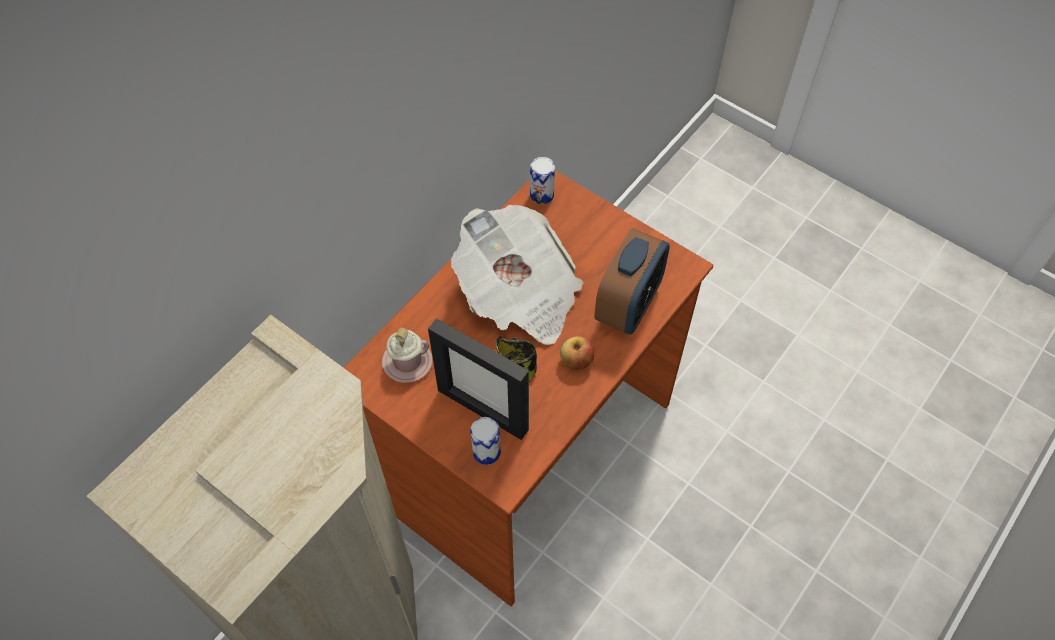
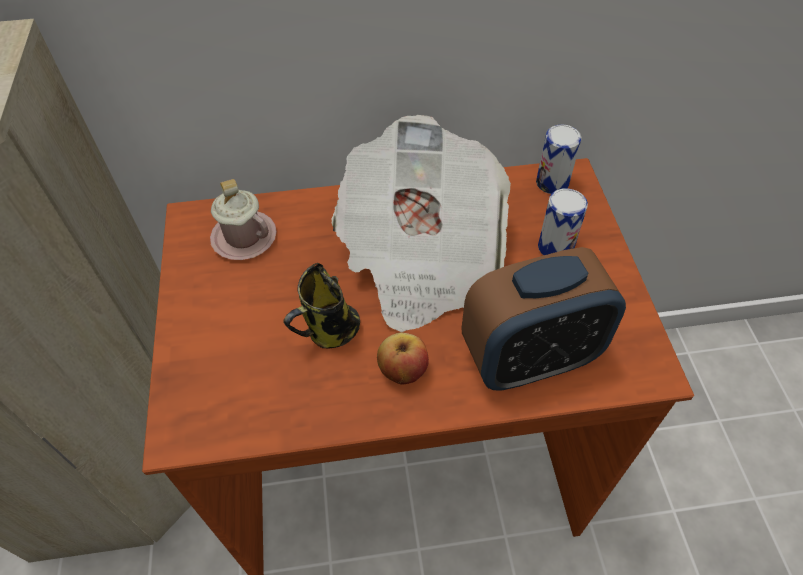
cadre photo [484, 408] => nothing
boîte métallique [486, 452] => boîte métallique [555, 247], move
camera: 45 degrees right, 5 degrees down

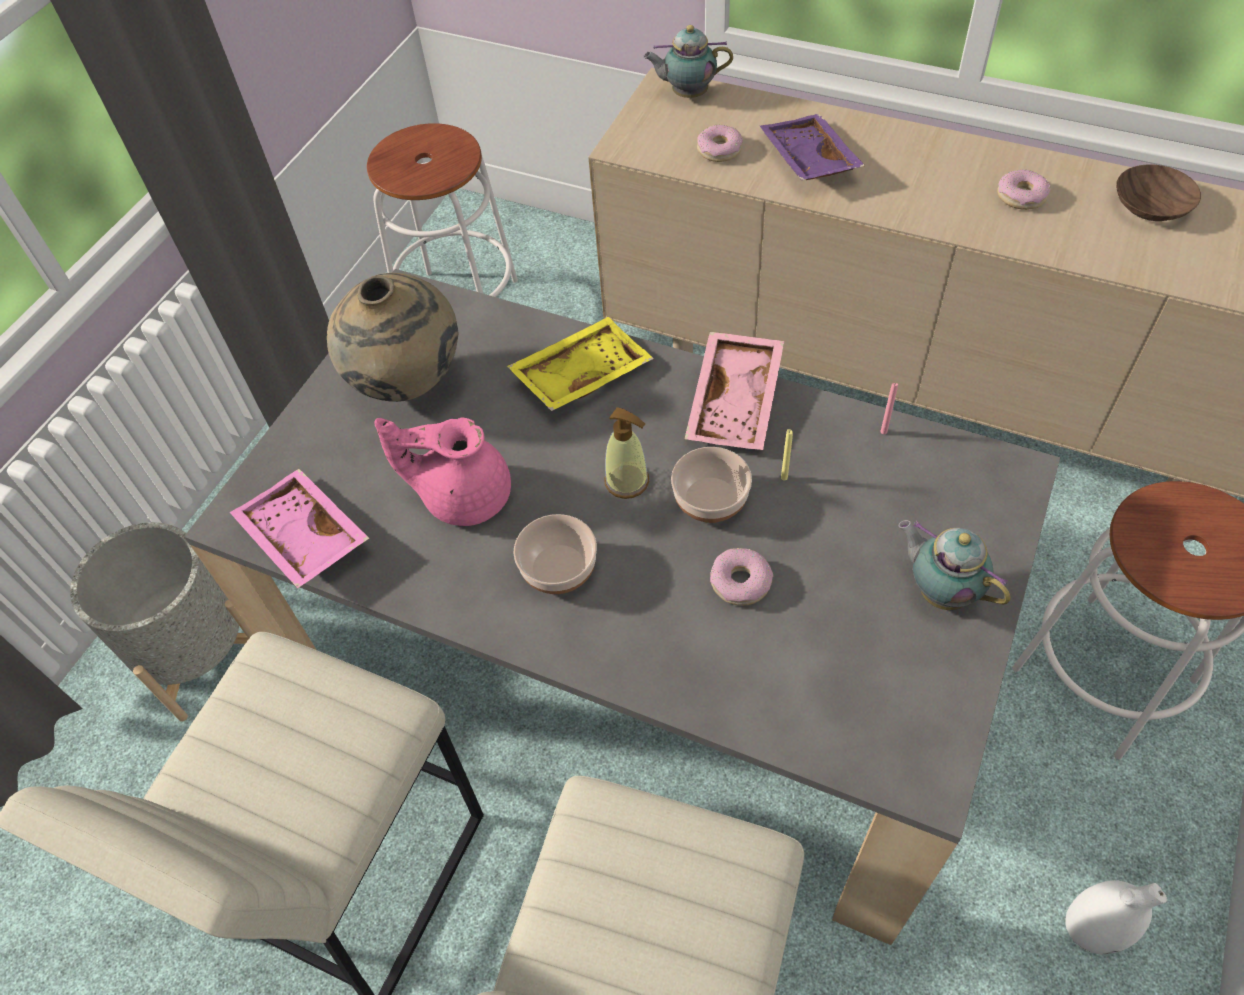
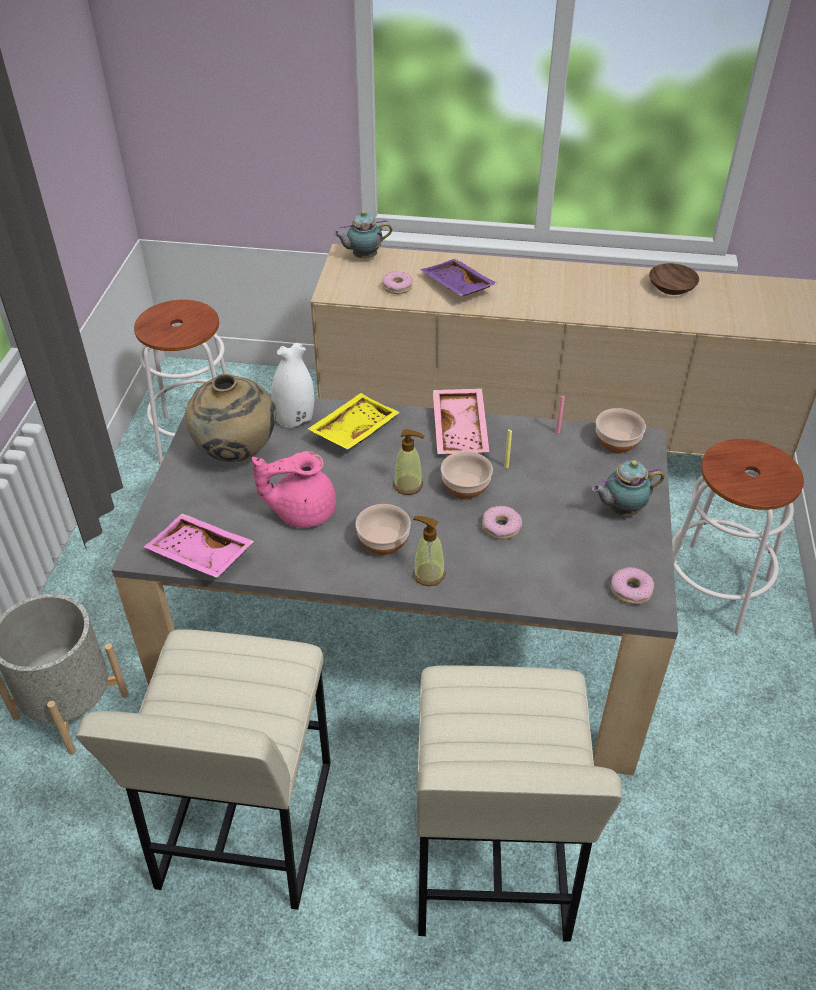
beignet [1021, 196] => beignet [631, 590], move
théière [940, 590] => théière [621, 510], 45 degrees counterclockwise
vase [blanc] [1094, 928] => vase [blanc] [295, 418], move
nothing => bol [616, 442]
nothing => distributeur de savon [428, 574]
camera: 20 degrees left, 10 degrees down

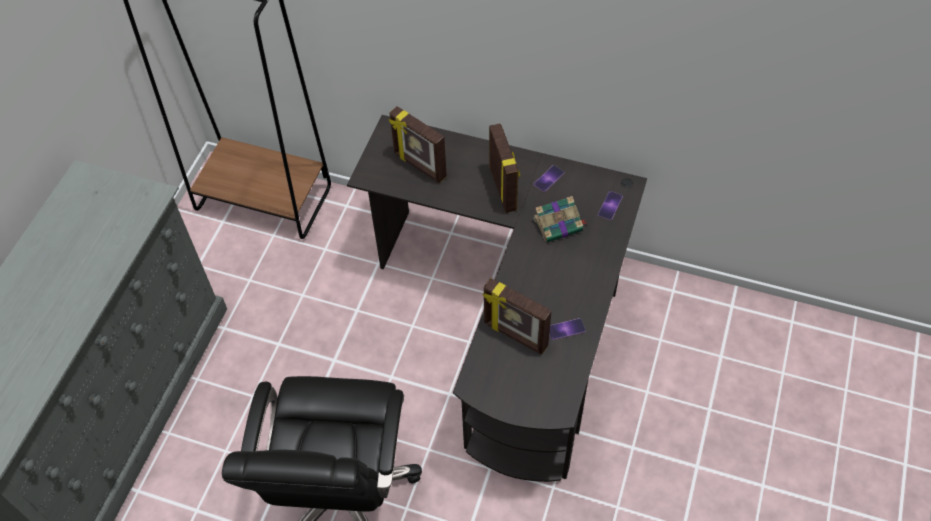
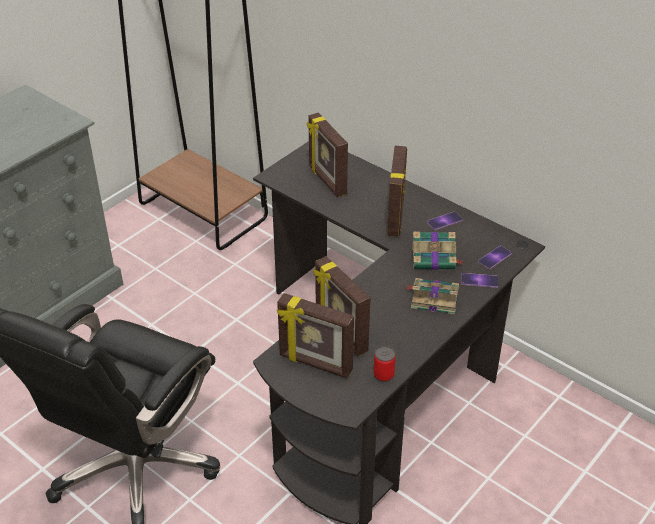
téléphone [566, 329] => téléphone [479, 280], move
nothing => livre [433, 298]
nothing => cadre photo [315, 364]
nothing => boîte métallique [383, 374]
camera: 20 degrees right, 15 degrees down

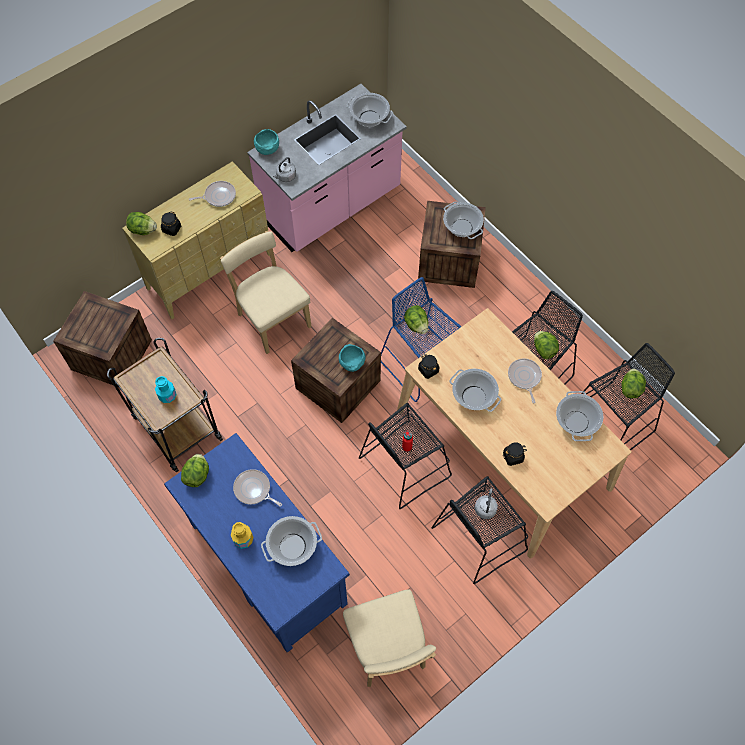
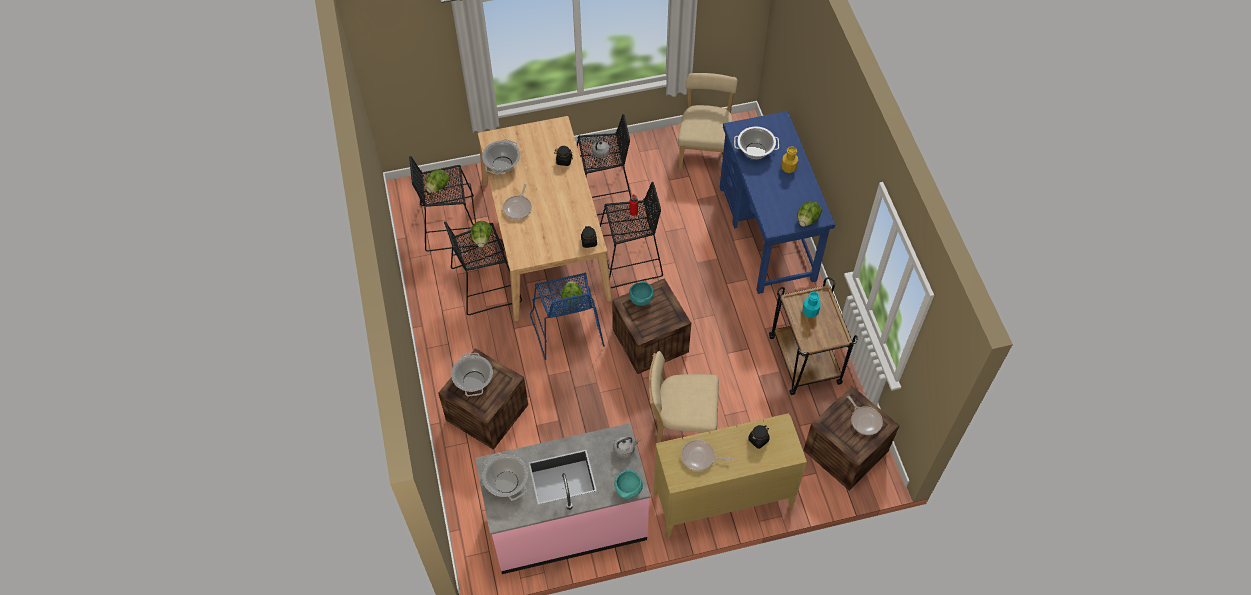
laitue [143, 230] => nothing
chaise [beige] [272, 318] => chaise [beige] [681, 424], 105 degrees clockwise
marmite [473, 397] => nothing
poêle [254, 490] => poêle [865, 420], move
camera: 155 degrees left, 5 degrees down

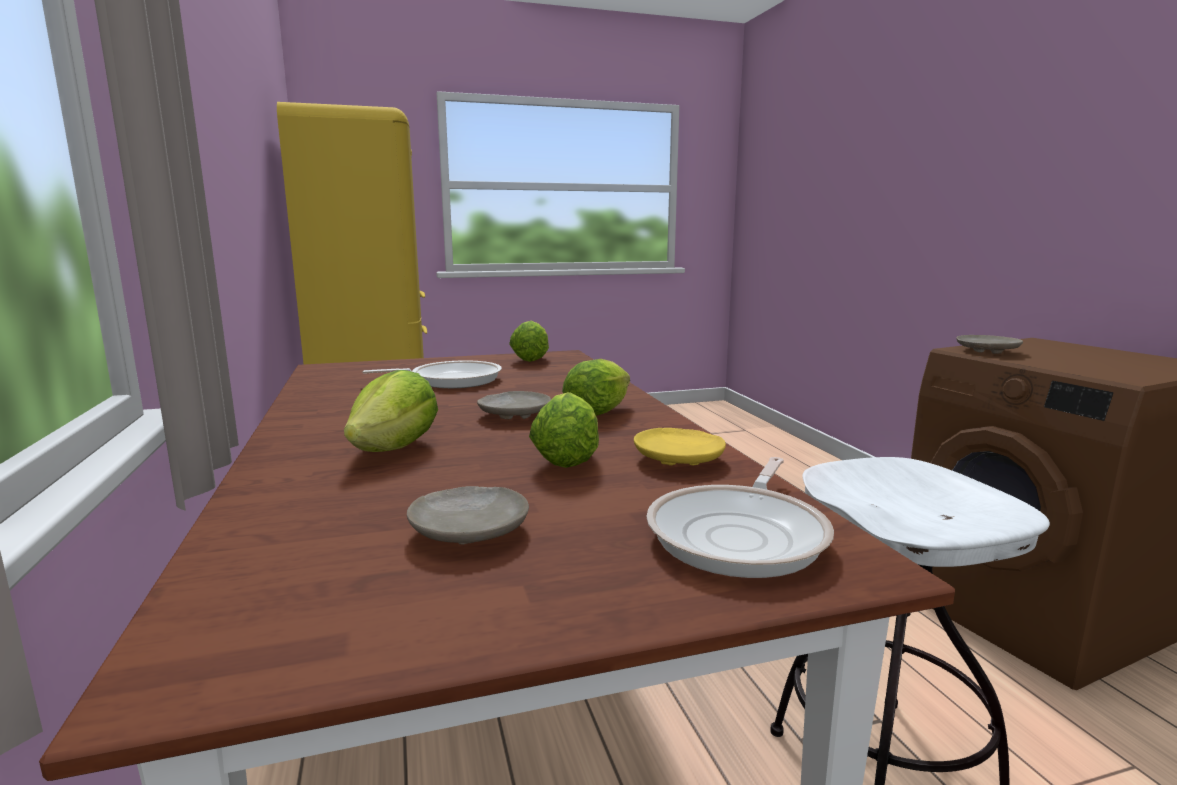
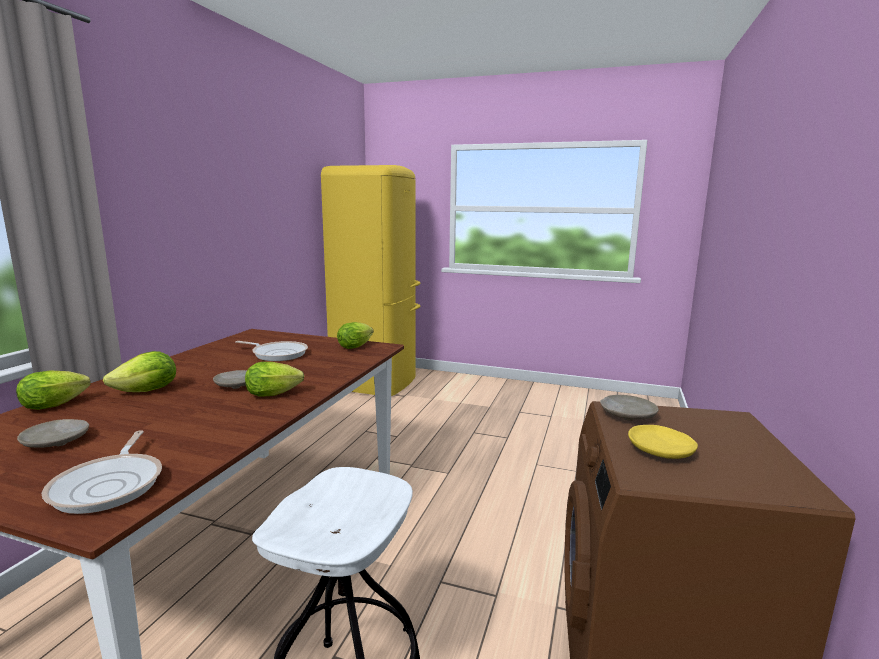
laitue [567, 457] => laitue [58, 404], move
assiette [jaune] [679, 459] => assiette [jaune] [661, 451], move
poêle [741, 535] => poêle [111, 485], 75 degrees counterclockwise
camera: 35 degrees right, 0 degrees up

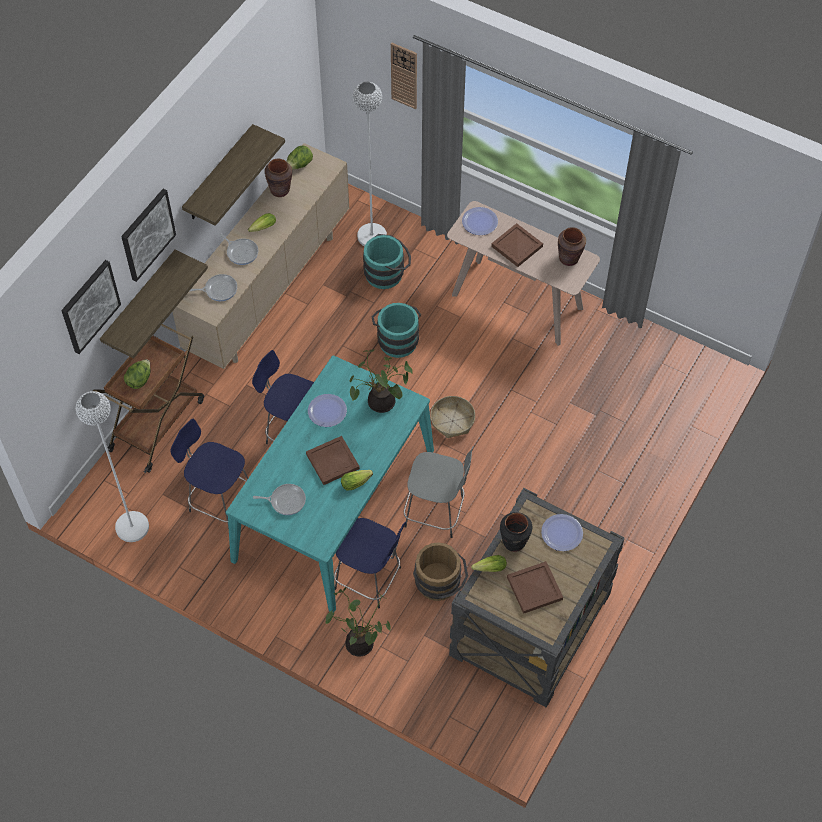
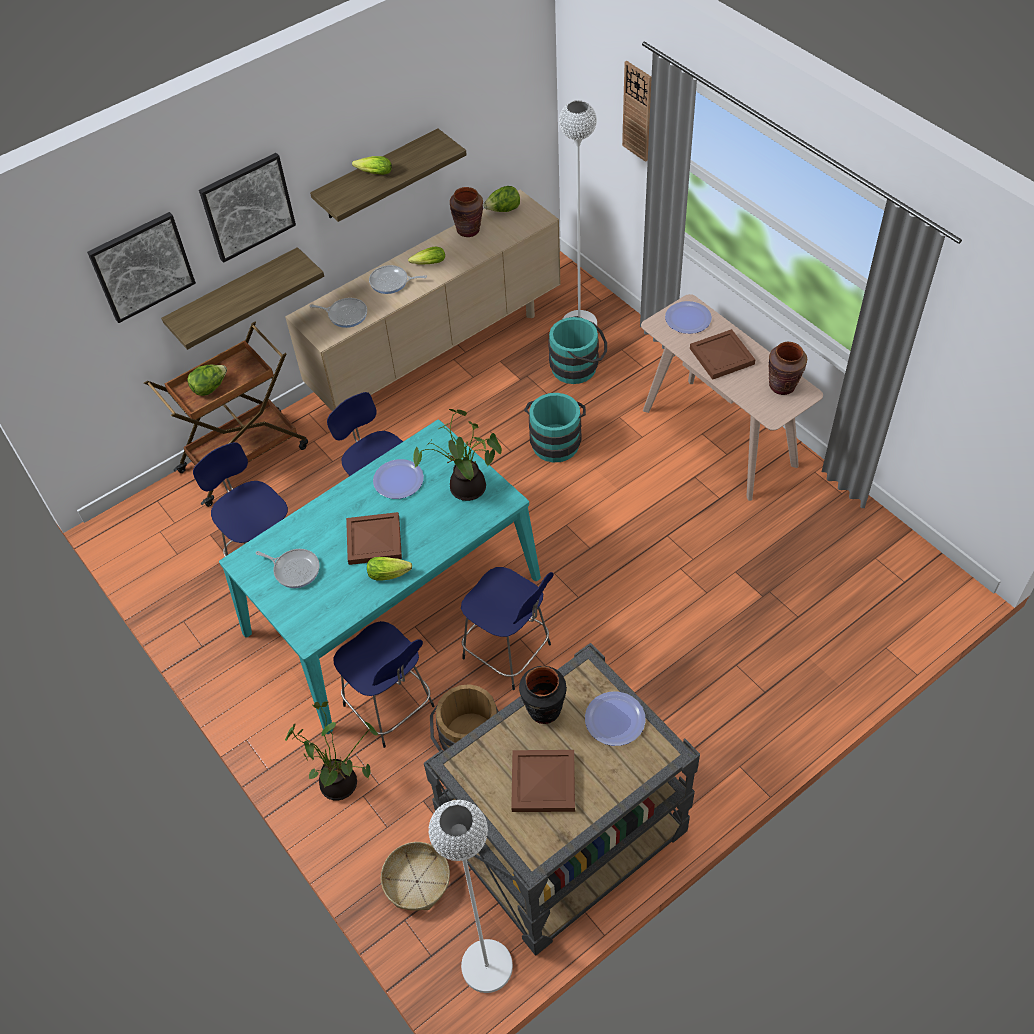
poêle [241, 252] => poêle [391, 282], 120 degrees clockwise
lampadaire [blanc] [132, 527] => lampadaire [blanc] [487, 967], move
panier [452, 421] => panier [417, 882], move
tabouret [gris] [436, 512] => tabouret [bleu] [509, 653]
laitue [488, 568] => laitue [372, 173], move
camera: 25 degrees right, 5 degrees down

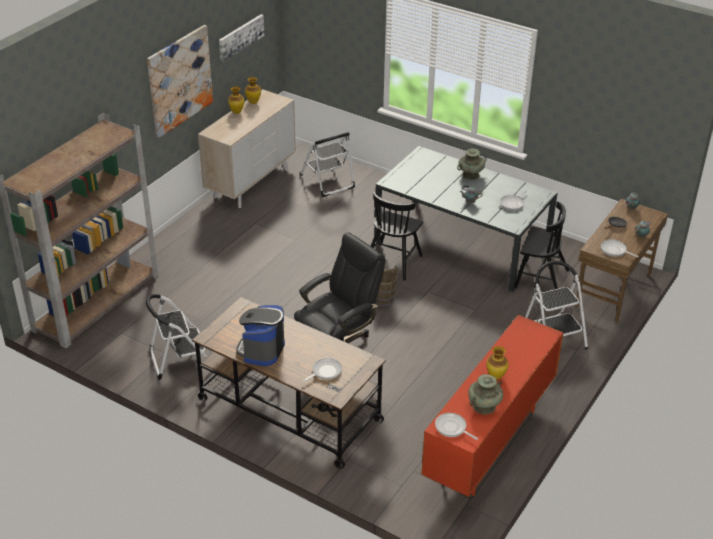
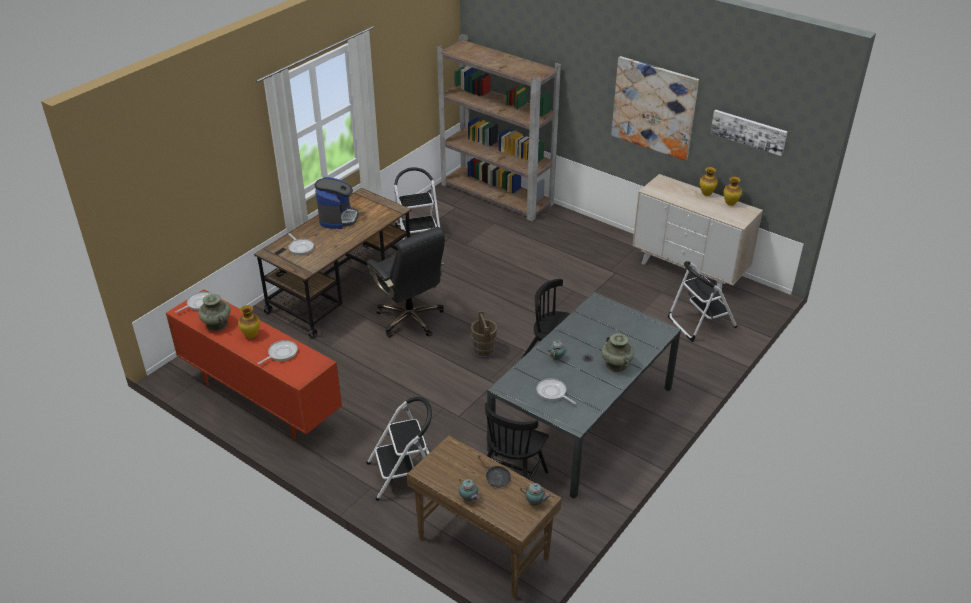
poêle [614, 250] => poêle [281, 353], move
machine à café [261, 350] => machine à café [338, 218], 75 degrees clockwise
camera: 95 degrees right, 0 degrees up

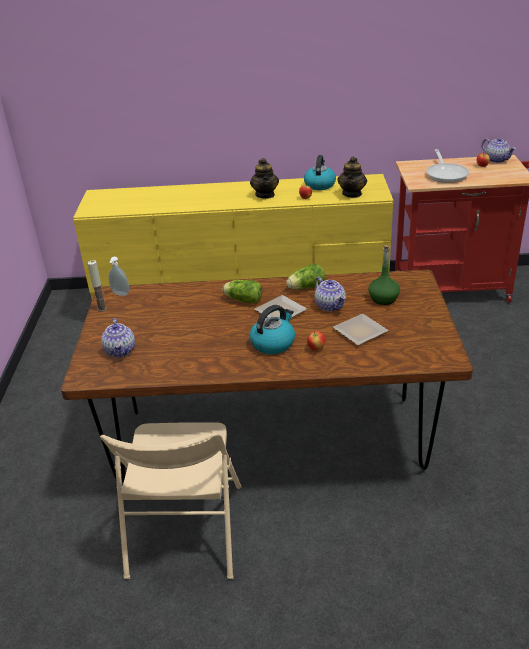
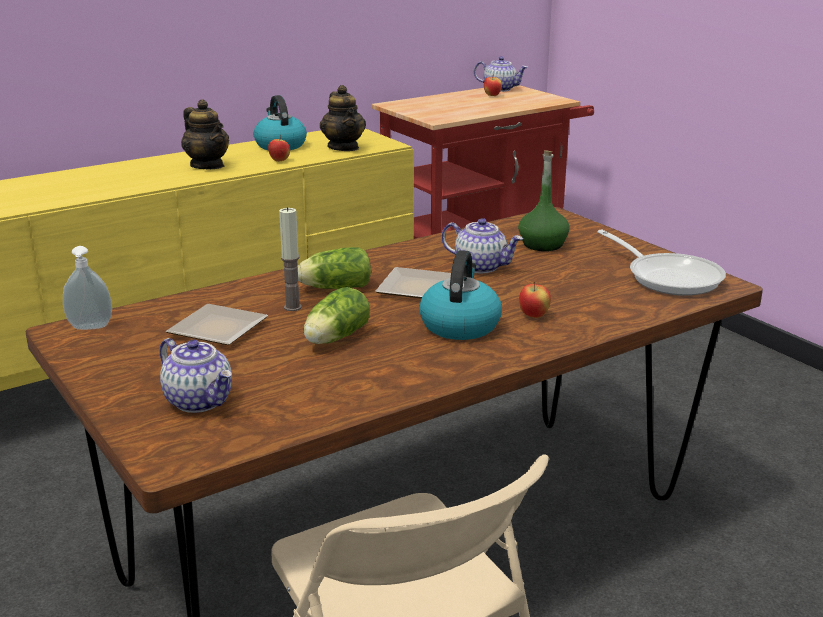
poêle [446, 174] => poêle [668, 277], move
bougie [102, 309] => bougie [292, 307], move
laitue [305, 287] => laitue [334, 338], move
assiette [362, 332] => assiette [221, 329], move
camera: 35 degrees left, 10 degrees down

